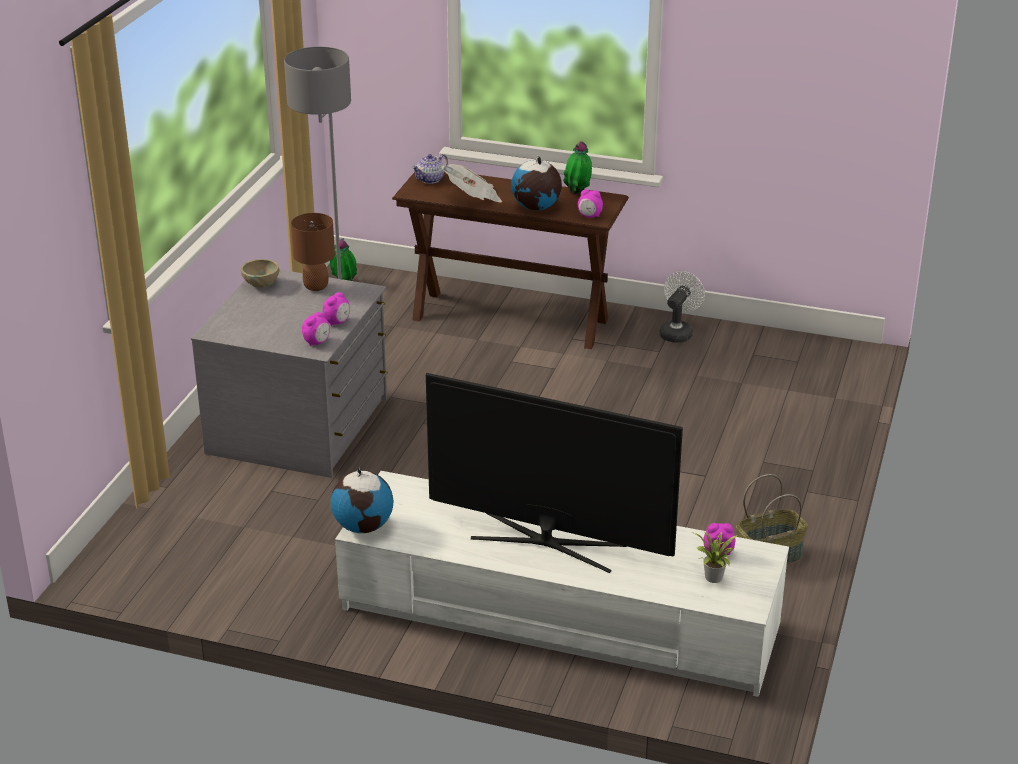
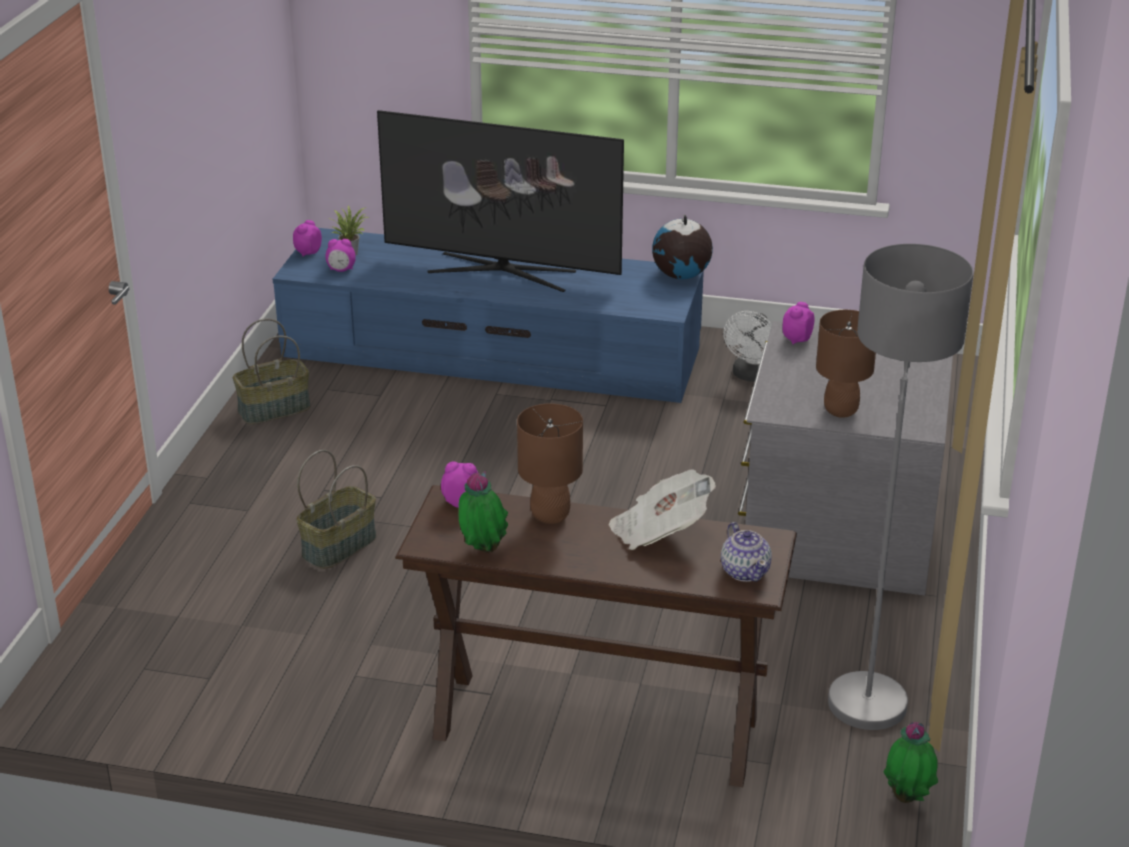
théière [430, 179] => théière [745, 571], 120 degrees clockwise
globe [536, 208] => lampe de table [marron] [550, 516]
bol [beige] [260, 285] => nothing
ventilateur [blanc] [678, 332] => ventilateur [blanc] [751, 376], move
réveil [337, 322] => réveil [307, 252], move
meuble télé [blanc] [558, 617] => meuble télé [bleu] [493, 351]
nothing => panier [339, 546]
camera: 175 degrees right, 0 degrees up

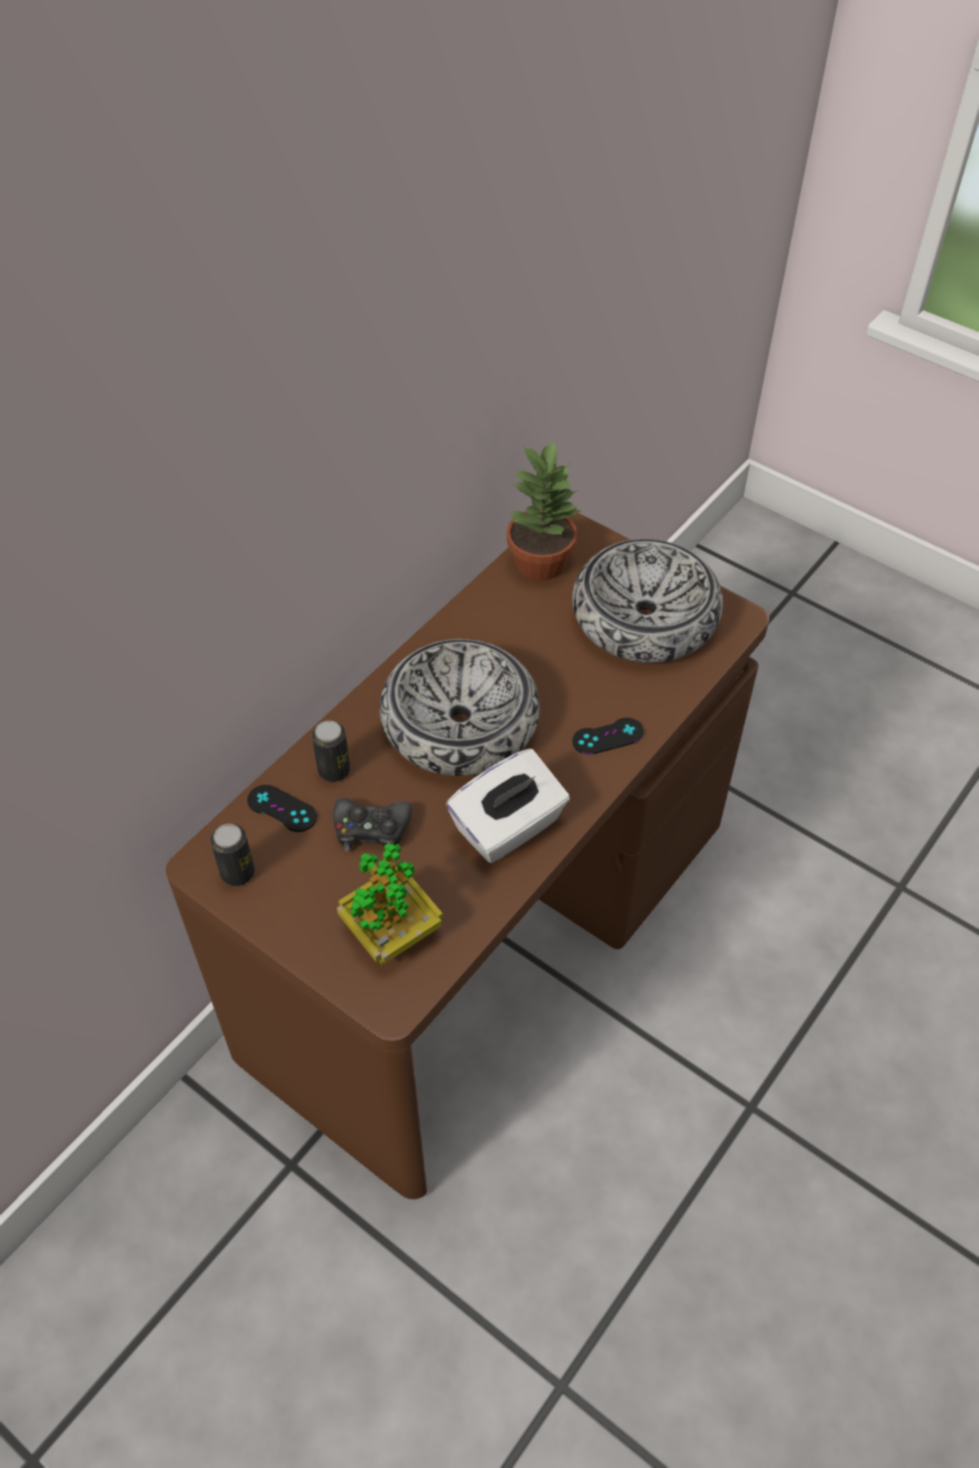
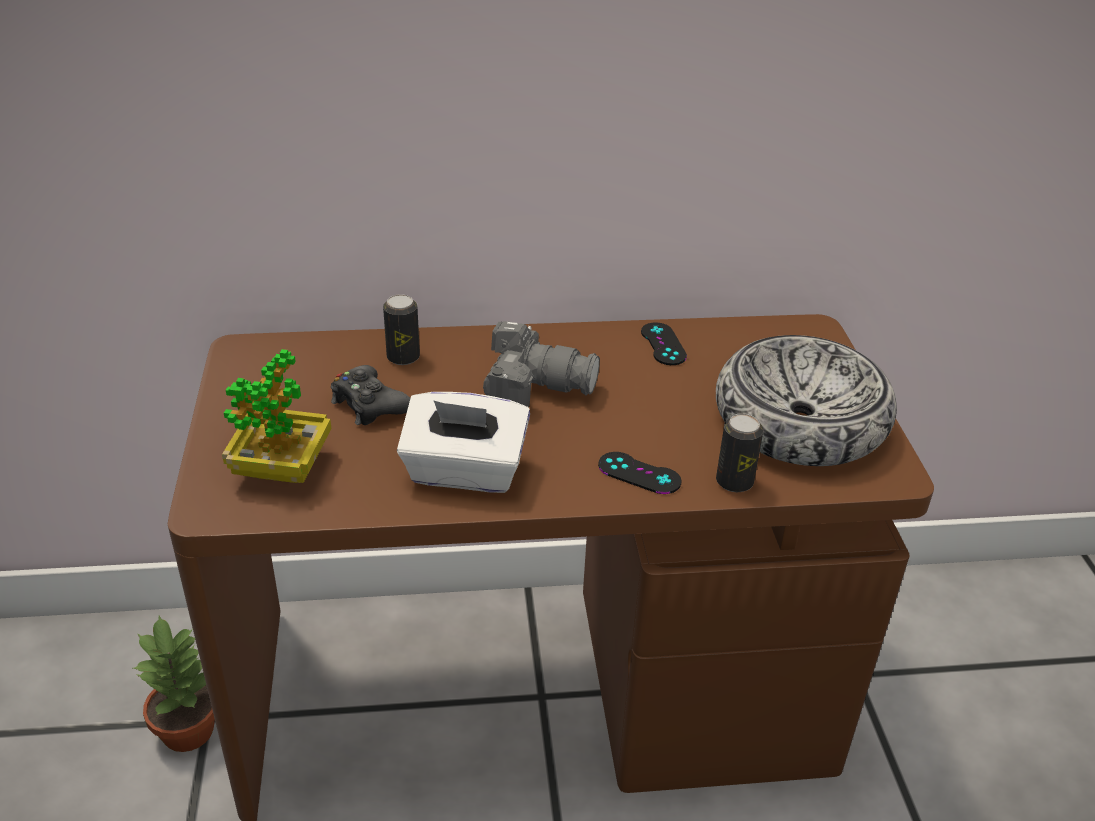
plante en pot [540, 562] => plante en pot [189, 730], move
bol [459, 722] => appareil photo [535, 388]
manette [noir] [282, 808] => manette [noir] [663, 344], move
boîte métallique [237, 873] => boîte métallique [734, 482], move
camera: 45 degrees right, 15 degrees down

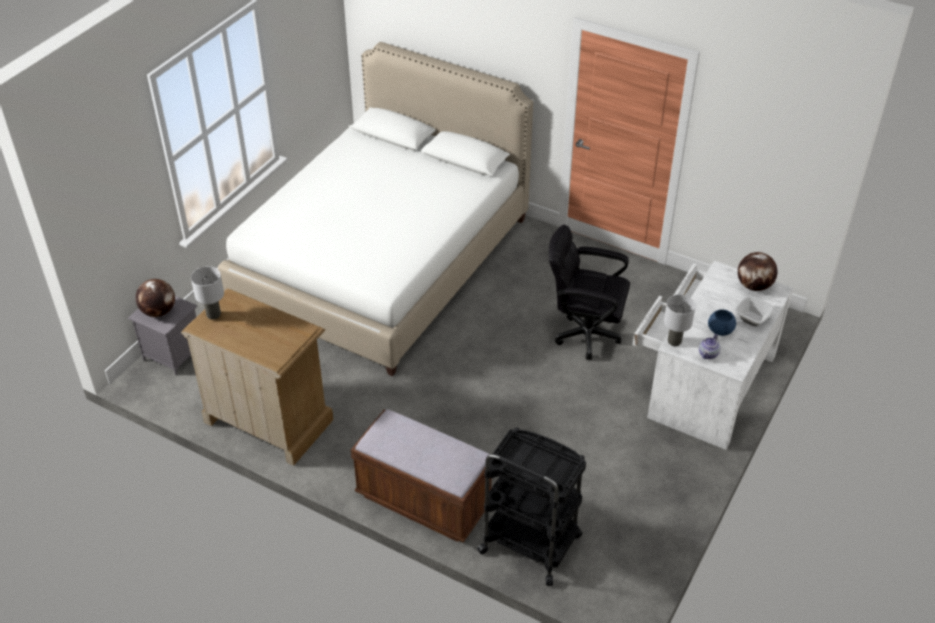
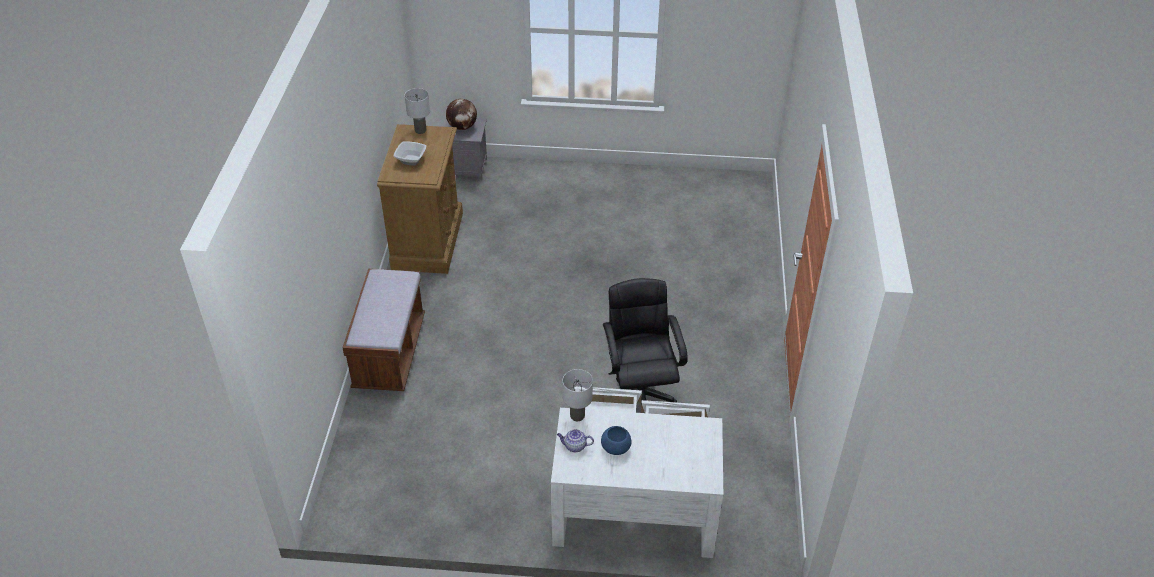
lit [blanc] [383, 261] => nothing
globe [754, 286] => nothing
bol [752, 319] => bol [410, 160], move
chariot [noir] [530, 543] => nothing
camera: 65 degrees right, 0 degrees up

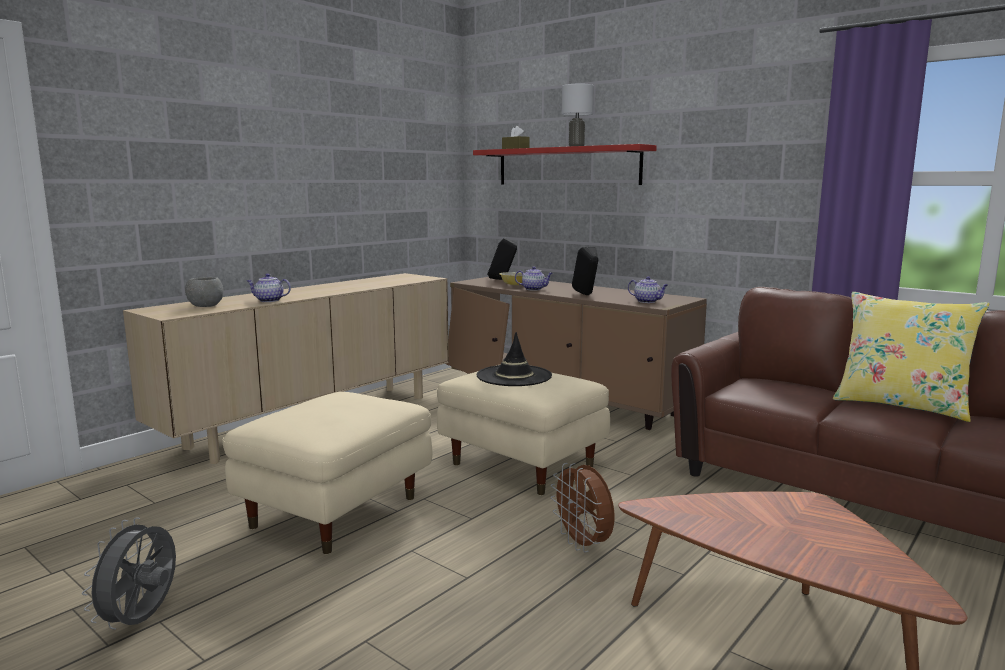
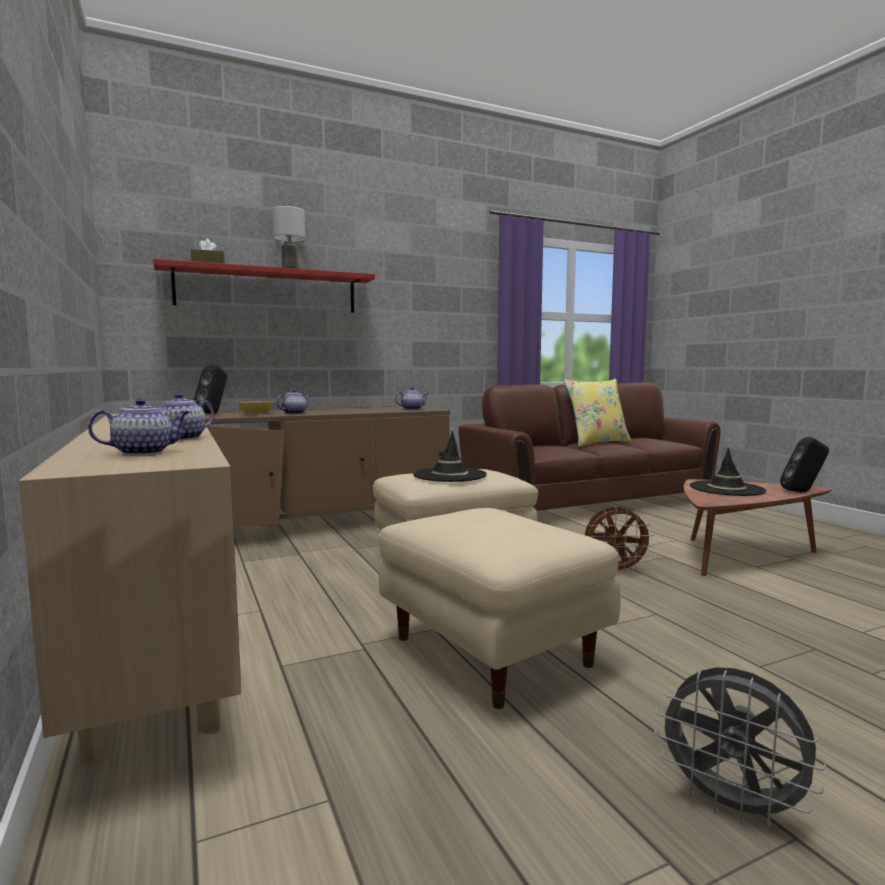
enceinte [noir] [586, 295] => enceinte [noir] [803, 492], move
bol [gris] [206, 306] => théière [144, 452]
nothing => chapeau [noir] [727, 489]
camera: 65 degrees left, 5 degrees down

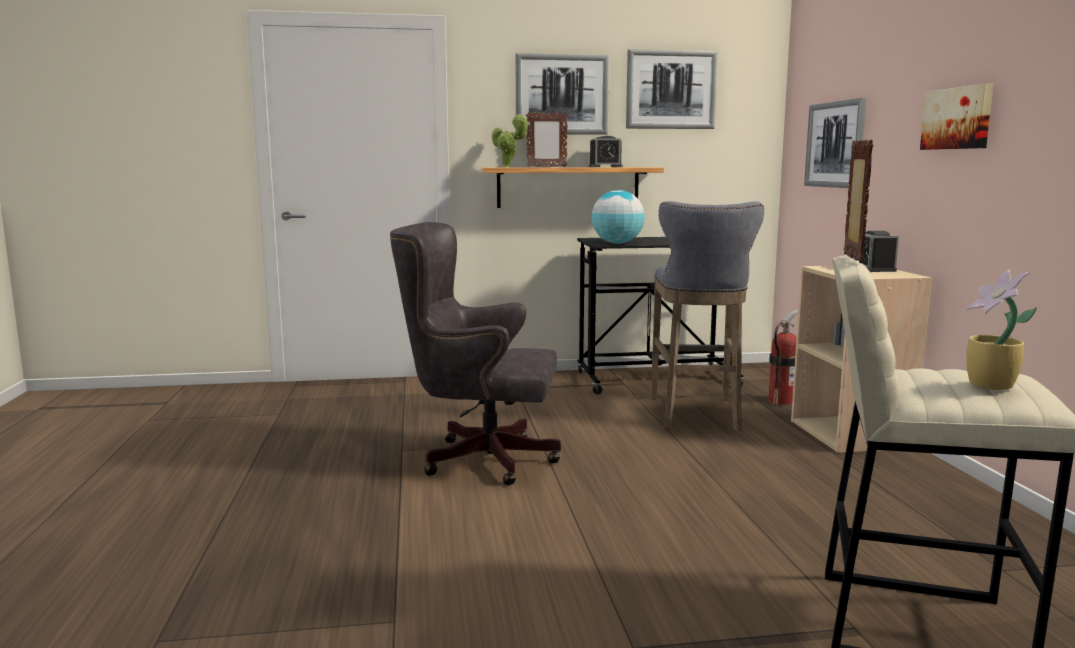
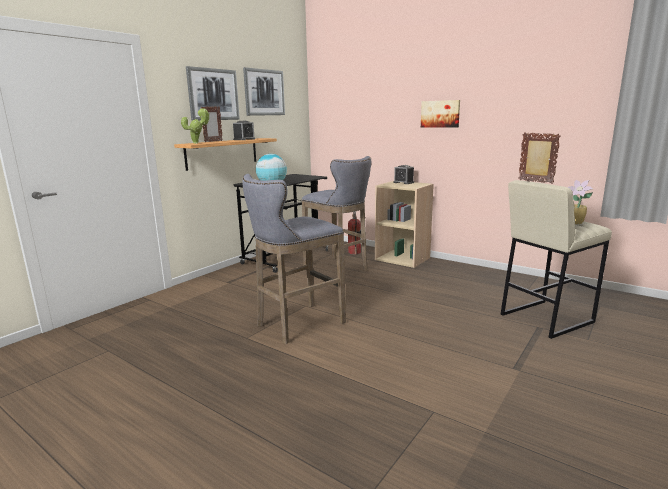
tableau [835, 144] => nothing
chaise de bureau [gris] [480, 459] => tabouret [gris] [297, 325]
camera: 45 degrees left, 5 degrees up

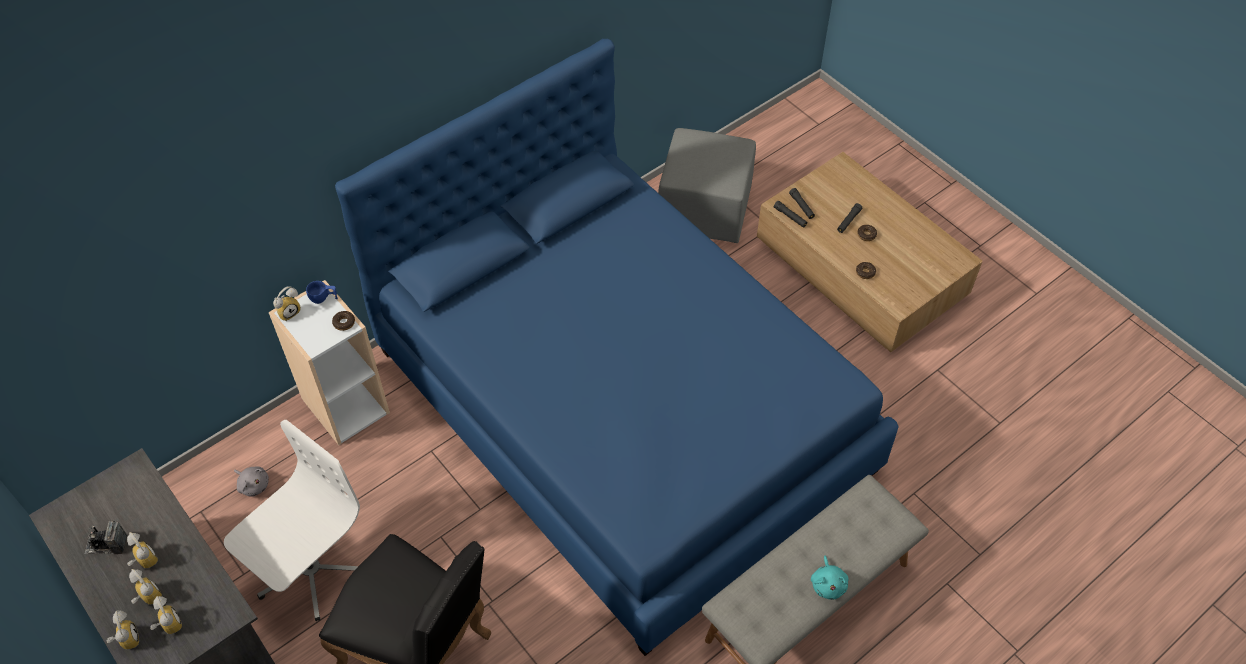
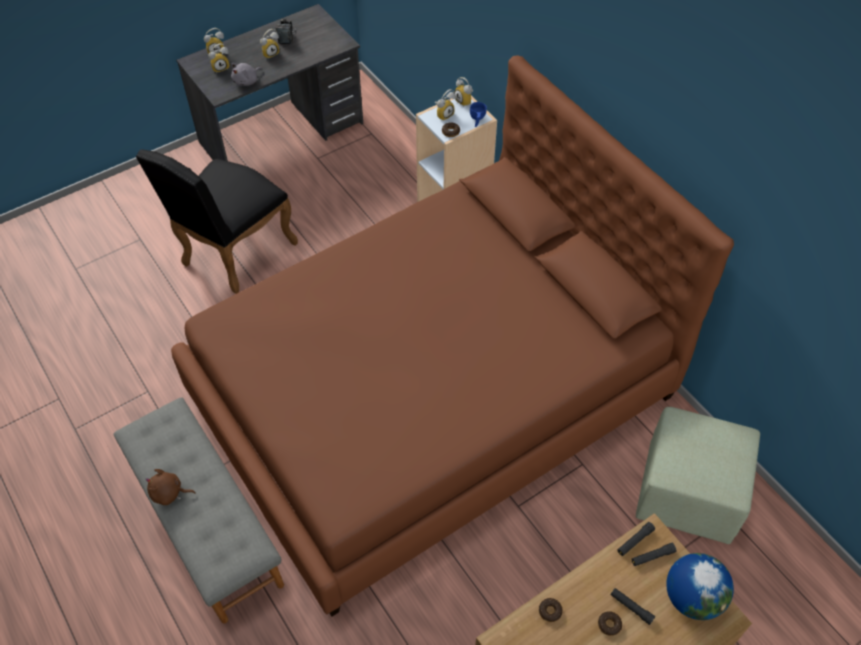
lit [bleu] [622, 408] => lit [marron] [432, 394]
pouf [gris] [704, 209] => pouf [vert] [689, 493]
chaise de bureau [blanc] [310, 570] => nothing
peluche [gris] [253, 485] => peluche [gris] [247, 81], move
peluche [turquoise] [828, 584] => peluche [marron] [169, 493]
réveil [146, 597] => réveil [444, 114], move
nothing => globe [692, 597]
camera: 95 degrees right, 0 degrees up

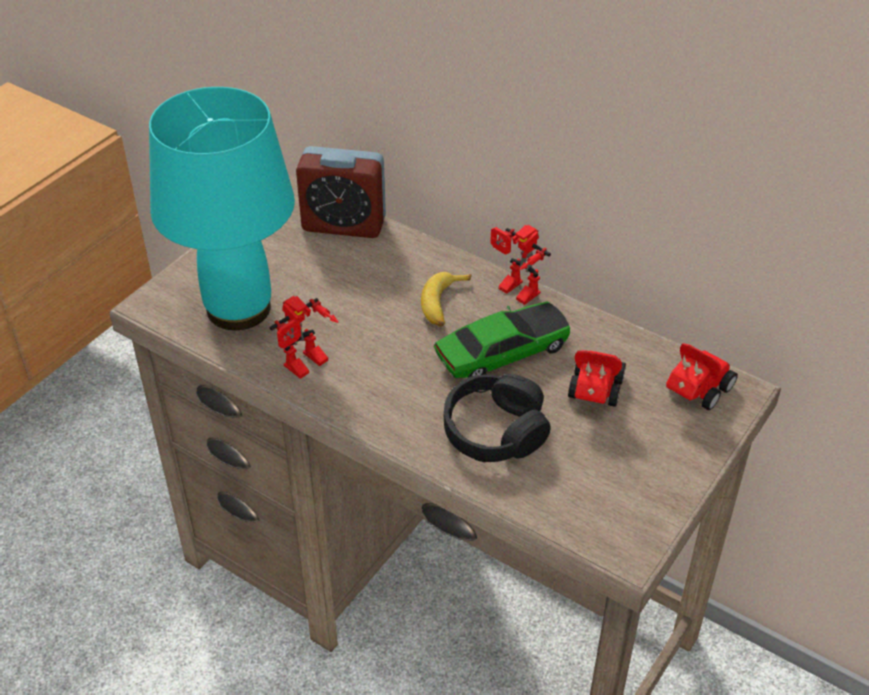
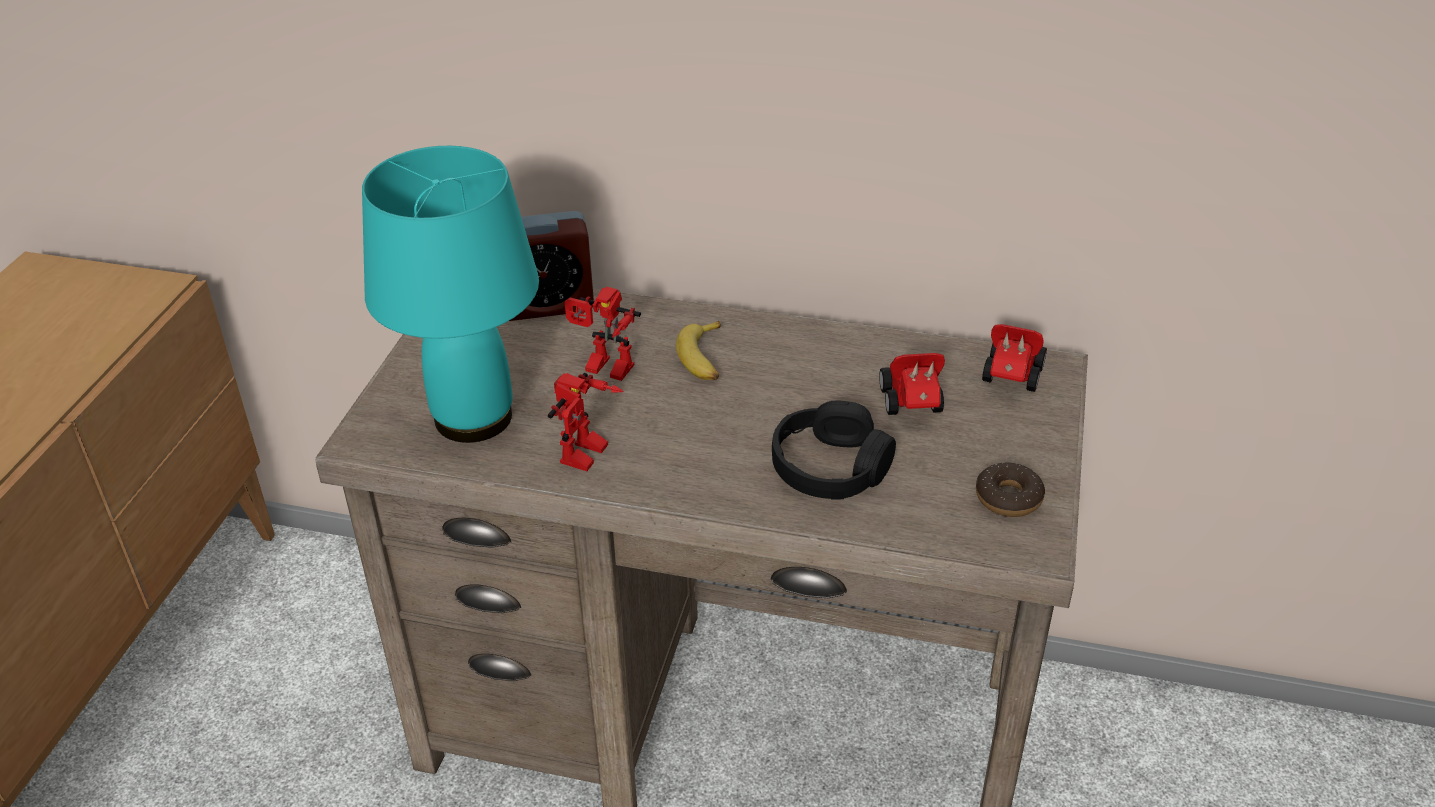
robot jouet [513, 292] => robot jouet [604, 370], move
petite voiture [502, 353] => nothing
nothing => beignet [1008, 498]
camera: 20 degrees left, 5 degrees down

